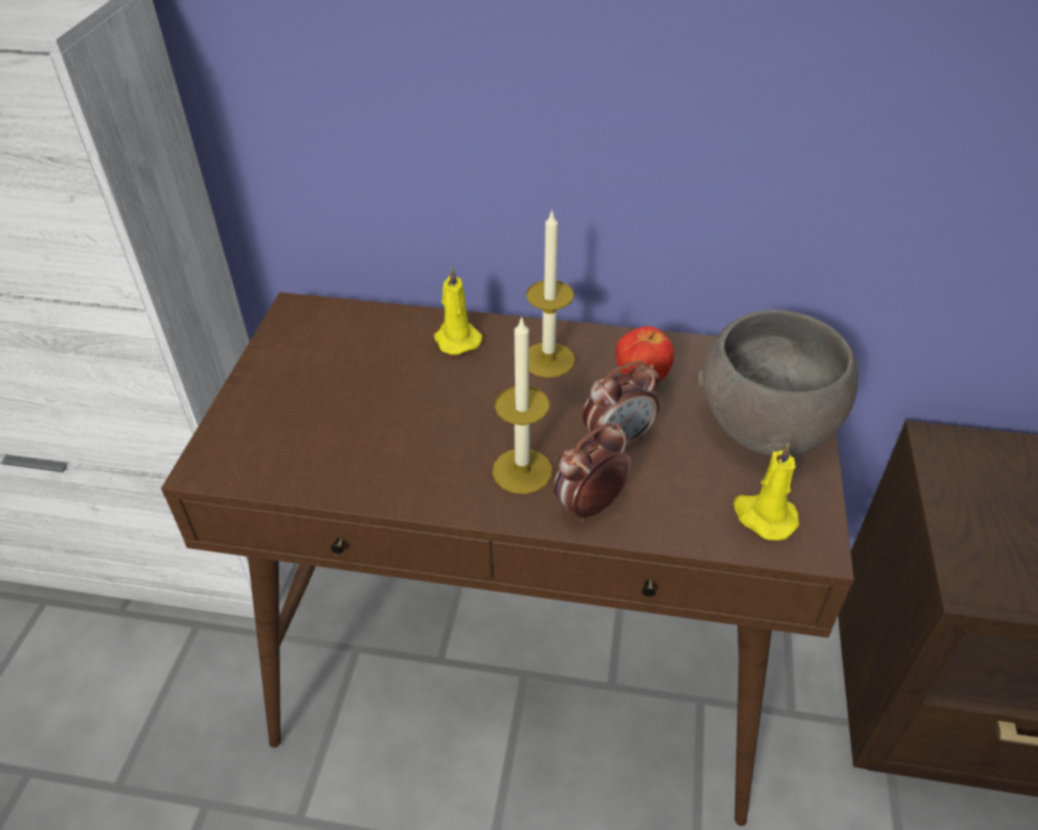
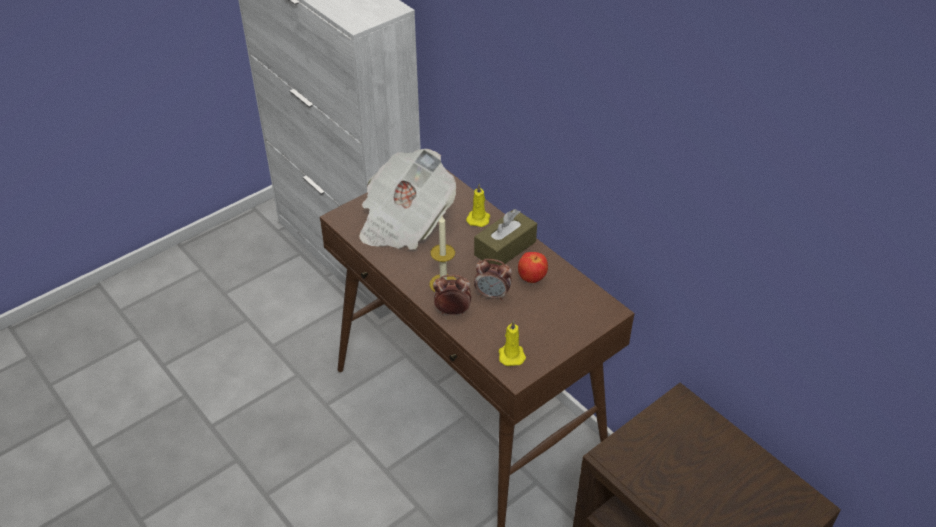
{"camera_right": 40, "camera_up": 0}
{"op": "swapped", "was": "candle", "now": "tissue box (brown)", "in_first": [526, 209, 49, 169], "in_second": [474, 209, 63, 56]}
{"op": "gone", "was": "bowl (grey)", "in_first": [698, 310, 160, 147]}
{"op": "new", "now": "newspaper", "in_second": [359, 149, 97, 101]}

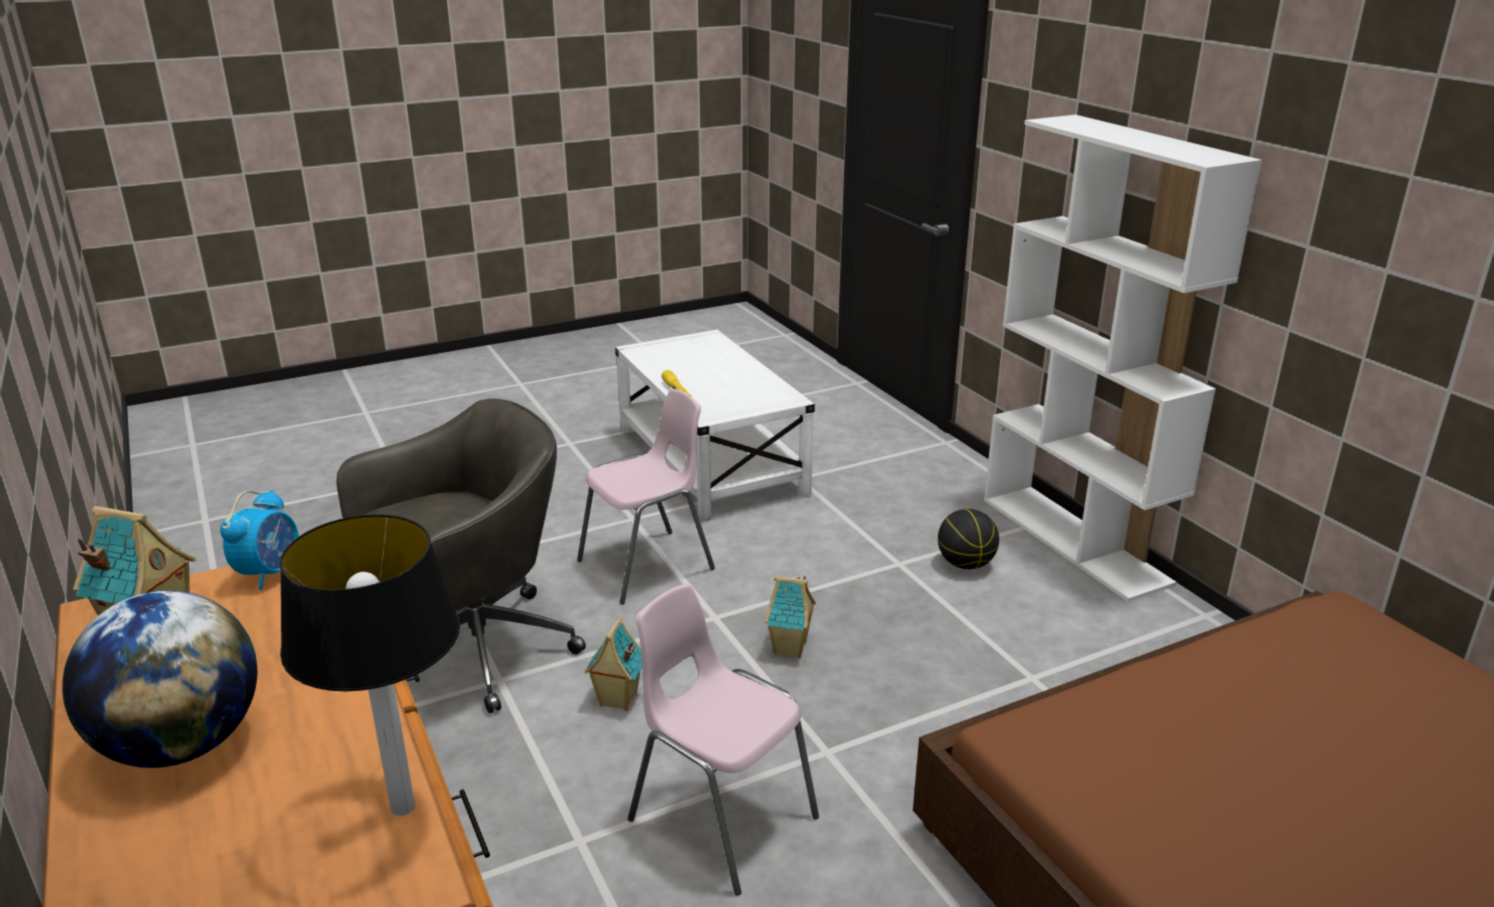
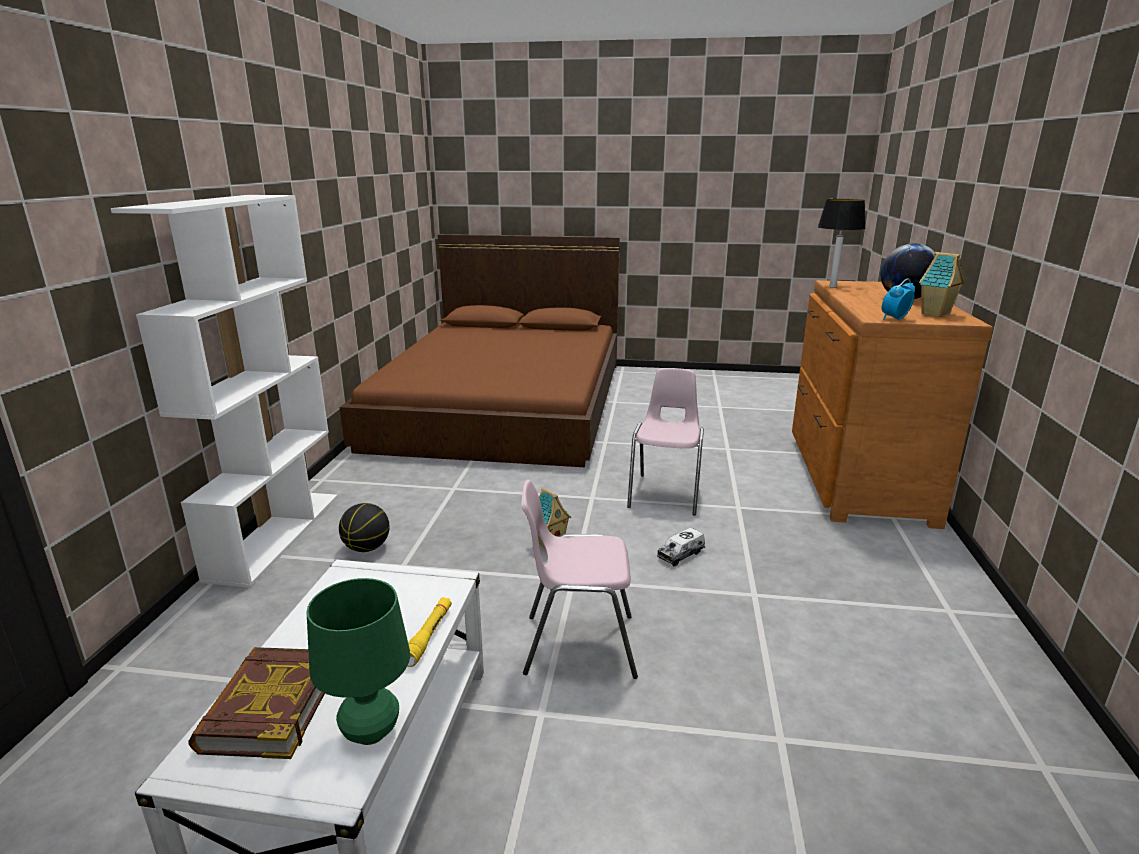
{"camera_right": -145, "camera_up": -5}
{"op": "gone", "was": "office chair (grey)", "in_first": [336, 398, 250, 315]}
{"op": "swapped", "was": "toy house", "now": "toy truck", "in_first": [584, 617, 58, 94], "in_second": [657, 528, 48, 38]}
{"op": "rotated", "was": "chair (pink)", "in_first": [628, 584, 191, 311], "in_second": [627, 368, 77, 148], "clockwise": -150}
{"op": "new", "now": "book", "in_second": [188, 647, 137, 112]}
{"op": "new", "now": "table lamp (green)", "in_second": [307, 578, 103, 167]}

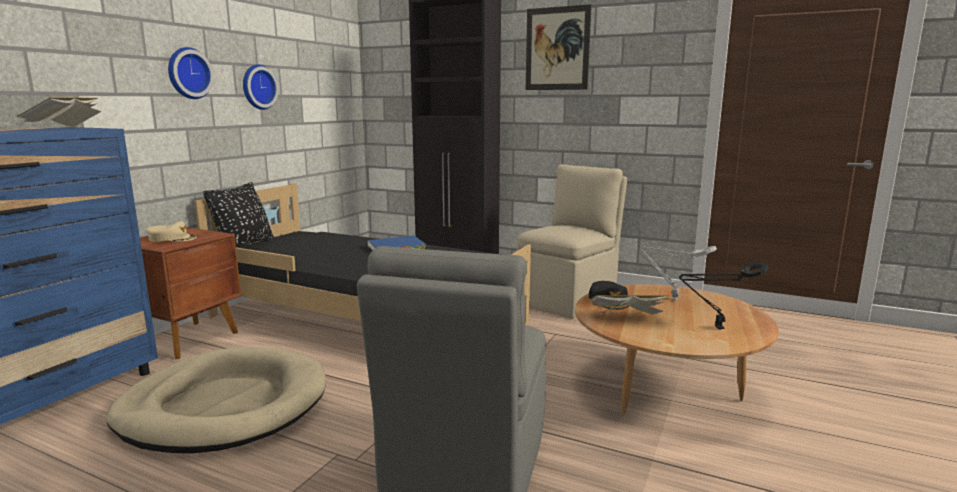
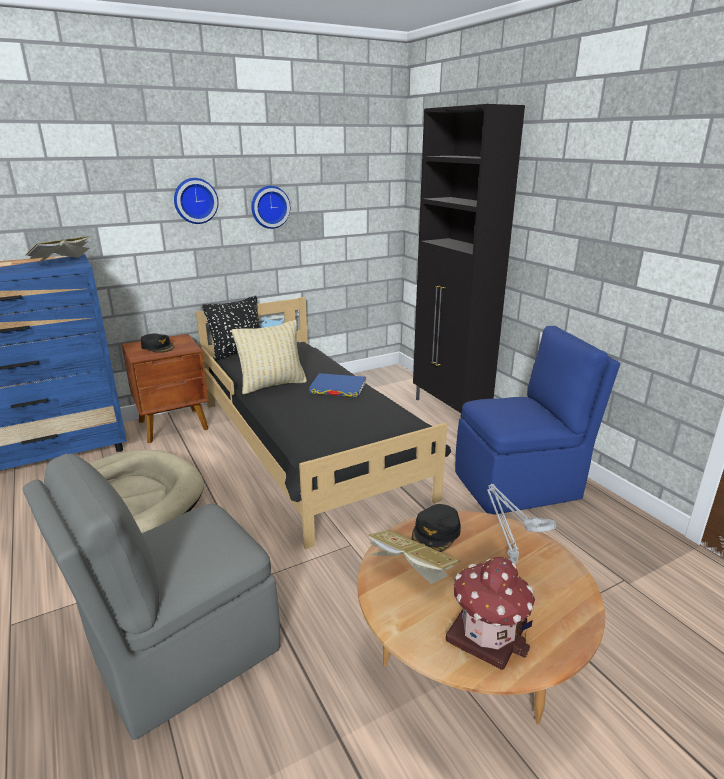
{"camera_right": 35, "camera_up": 10}
{"op": "repainted", "was": "cap (beige)", "now": "cap (black)", "in_first": [146, 221, 50, 21], "in_second": [141, 333, 33, 20]}
{"op": "repainted", "was": "chair (beige)", "now": "chair (blue)", "in_first": [515, 164, 112, 155], "in_second": [455, 326, 165, 189]}
{"op": "gone", "was": "picture", "in_first": [526, 4, 66, 86]}
{"op": "swapped", "was": "table lamp (black)", "now": "toy house", "in_first": [679, 262, 89, 68], "in_second": [446, 557, 89, 113]}
{"op": "new", "now": "pillow (beige)", "in_second": [232, 320, 75, 75]}

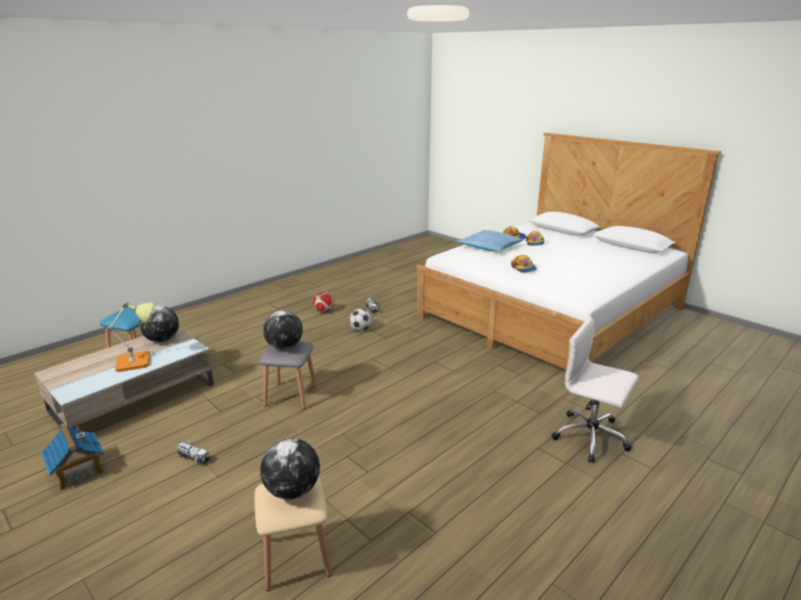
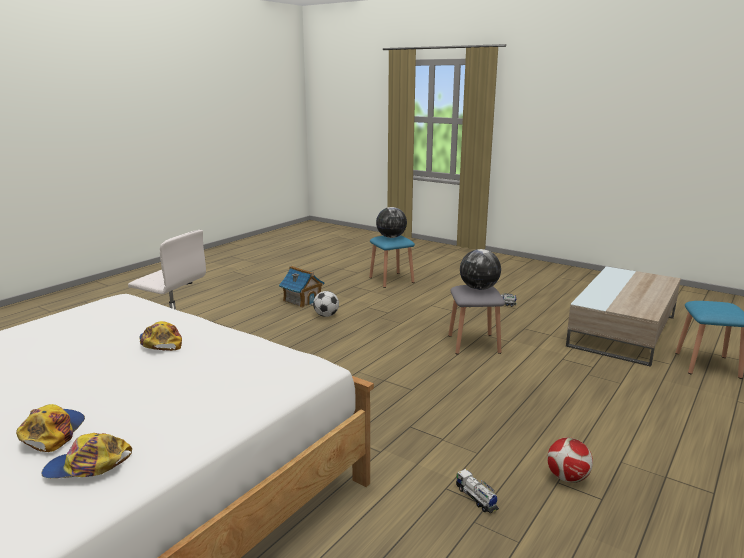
{"camera_right": 170, "camera_up": -5}
{"op": "shifted", "was": "toy house", "in_first": [41, 423, 63, 68], "in_second": [279, 266, 45, 42]}
{"op": "gone", "was": "table lamp", "in_first": [107, 302, 48, 70]}
{"op": "gone", "was": "globe", "in_first": [139, 306, 40, 36]}
{"op": "repainted", "was": "stool (beige)", "now": "stool (blue)", "in_first": [255, 476, 77, 115], "in_second": [369, 235, 46, 53]}
{"op": "shifted", "was": "football", "in_first": [349, 309, 22, 22], "in_second": [313, 291, 26, 26]}
{"op": "gone", "was": "pillow", "in_first": [457, 230, 66, 22]}

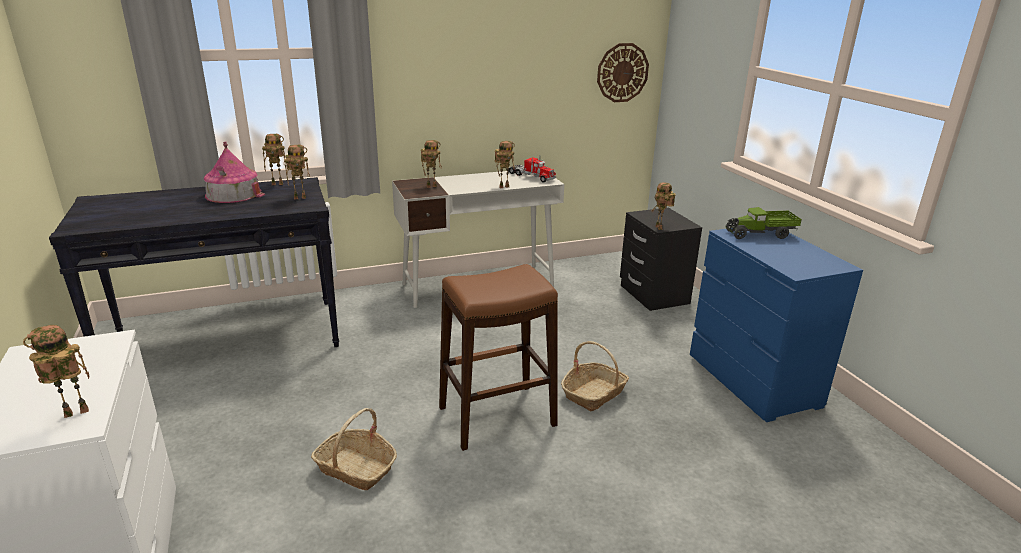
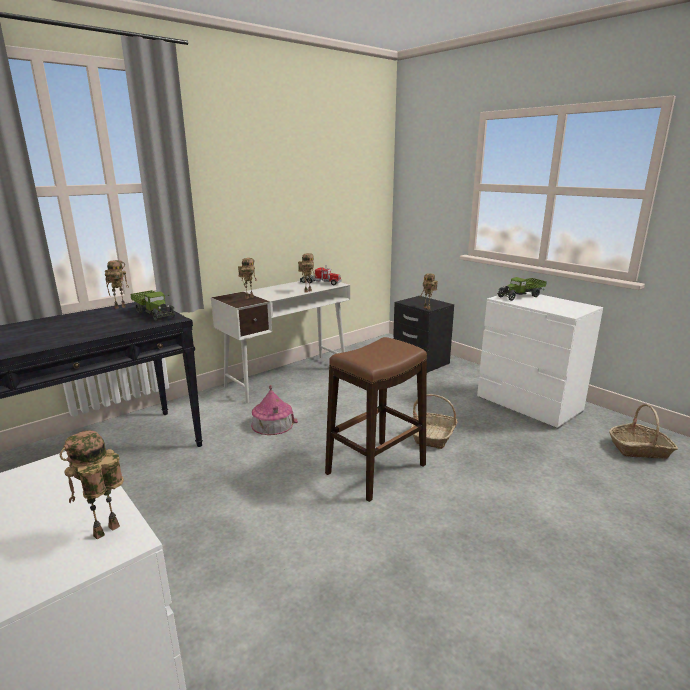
{"camera_right": -20, "camera_up": -5}
{"op": "shifted", "was": "toy house", "in_first": [203, 142, 62, 61], "in_second": [251, 385, 47, 50]}
{"op": "swapped", "was": "toy robot", "now": "toy truck", "in_first": [284, 145, 26, 55], "in_second": [130, 290, 45, 31]}
{"op": "shifted", "was": "basket", "in_first": [311, 408, 86, 82], "in_second": [609, 404, 69, 55]}
{"op": "gone", "was": "wall clock", "in_first": [597, 43, 52, 59]}
{"op": "repainted", "was": "dresser (blue)", "now": "dresser (white)", "in_first": [690, 228, 173, 194], "in_second": [477, 292, 126, 137]}

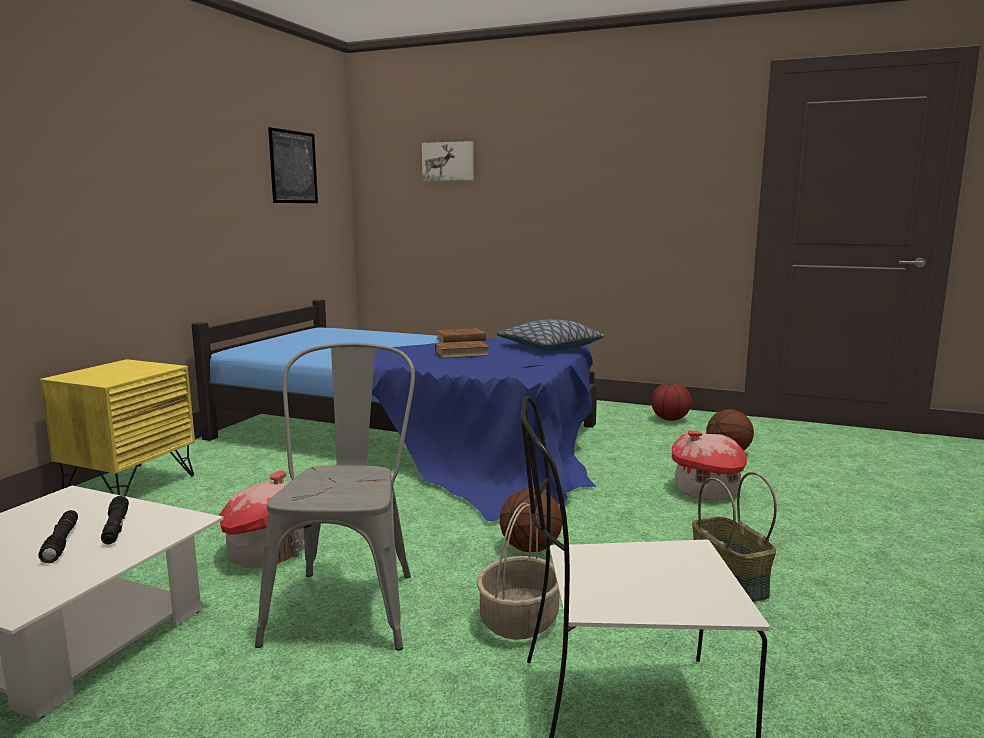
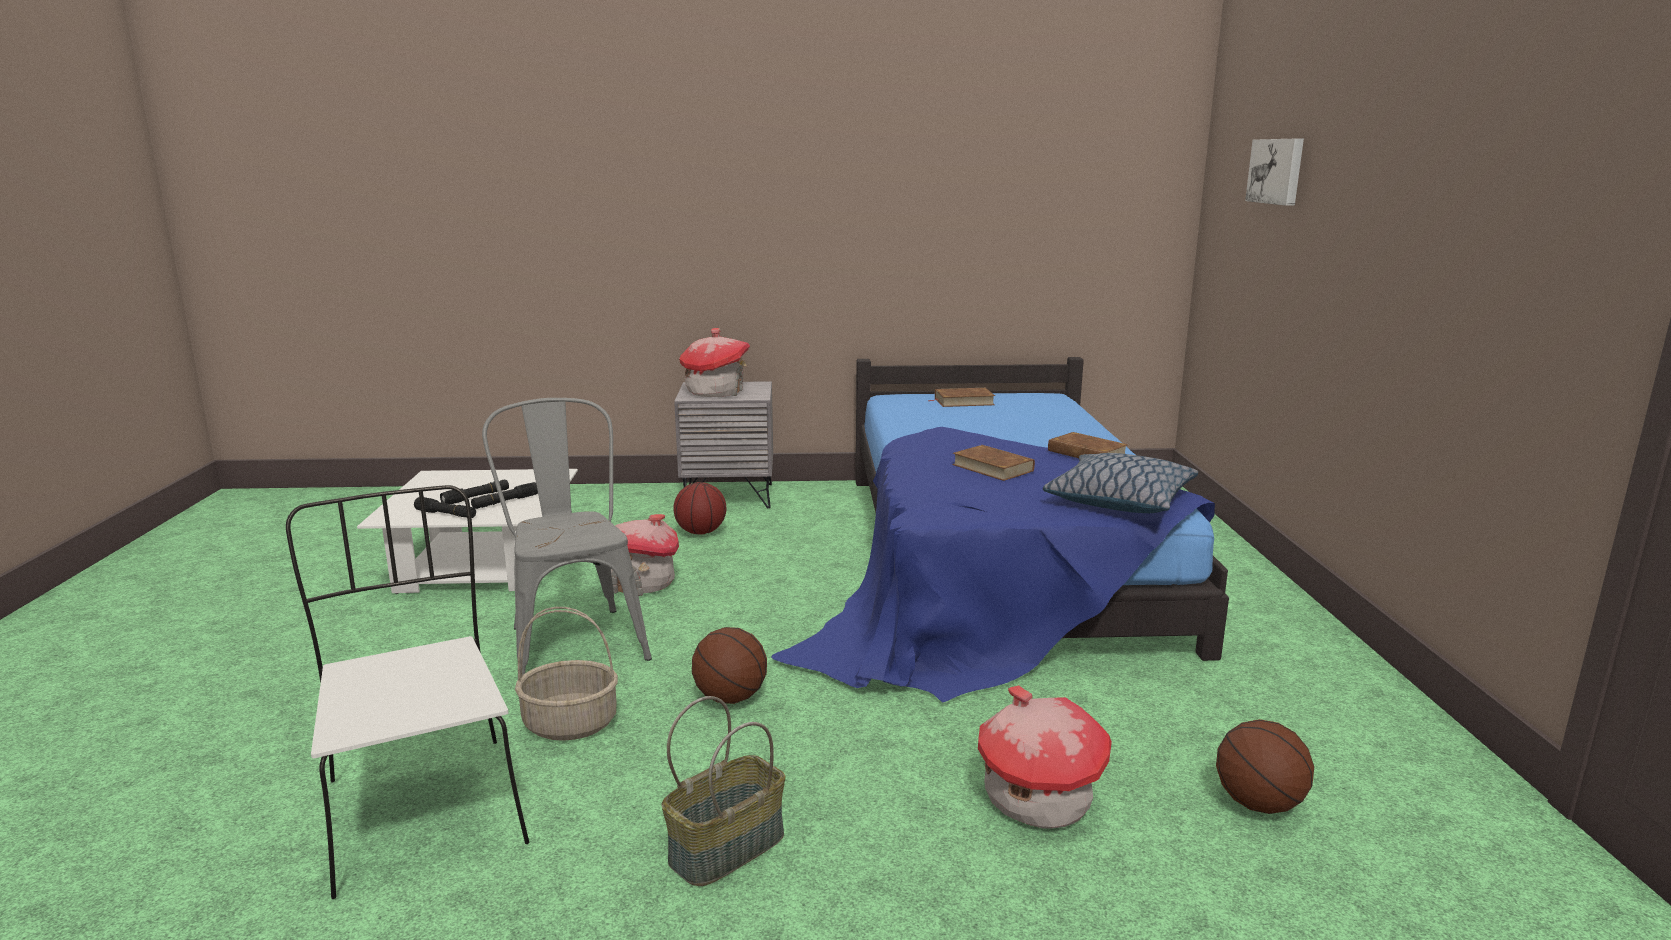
{"camera_right": 65, "camera_up": 5}
{"op": "repainted", "was": "nightstand (yellow)", "now": "nightstand (grey)", "in_first": [40, 359, 155, 137], "in_second": [674, 381, 99, 127]}
{"op": "rotated", "was": "chair (grey)", "in_first": [255, 342, 160, 309], "in_second": [482, 398, 170, 277], "clockwise": -90}
{"op": "gone", "was": "picture", "in_first": [268, 127, 50, 76]}
{"op": "shifted", "was": "basketball", "in_first": [651, 382, 40, 39], "in_second": [673, 482, 53, 53]}
{"op": "new", "now": "flashlight (black)", "in_second": [414, 497, 62, 21]}
{"op": "new", "now": "toy house", "in_second": [679, 328, 71, 69]}
{"op": "new", "now": "book (brown)", "in_second": [927, 388, 68, 19]}

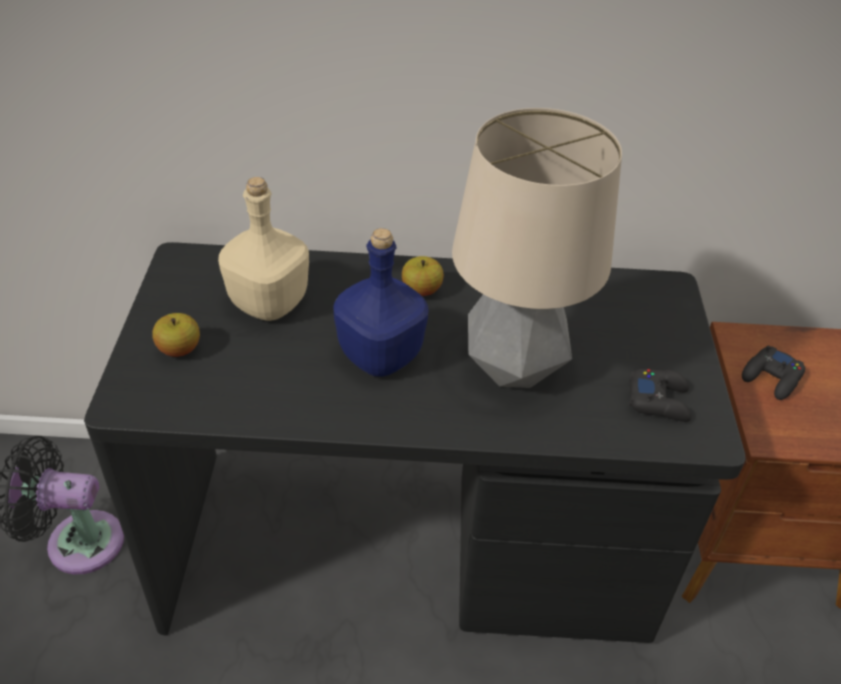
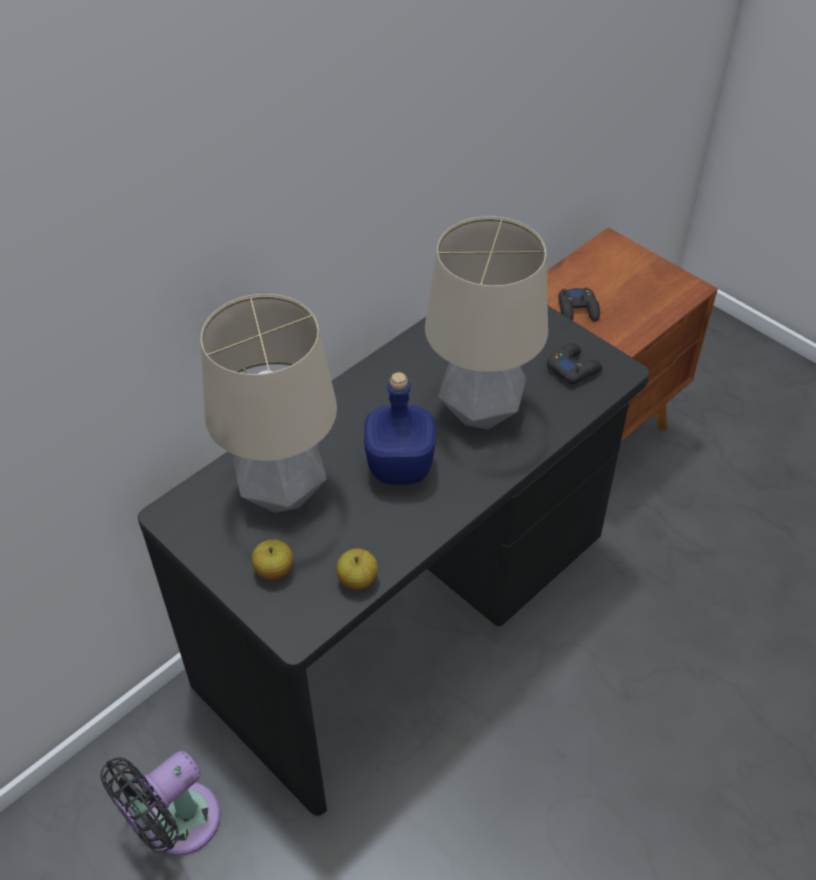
{"camera_right": -45, "camera_up": 5}
{"op": "swapped", "was": "bottle (beige)", "now": "table lamp", "in_first": [218, 177, 91, 144], "in_second": [201, 294, 136, 219]}
{"op": "shifted", "was": "apple", "in_first": [402, 256, 42, 40], "in_second": [336, 549, 42, 41]}

